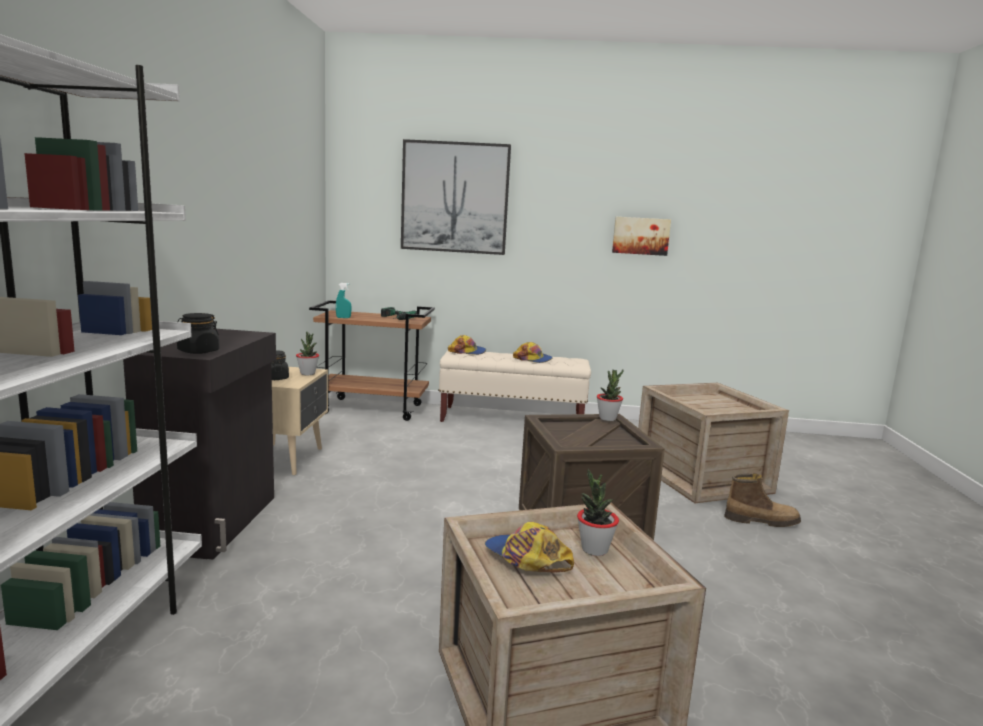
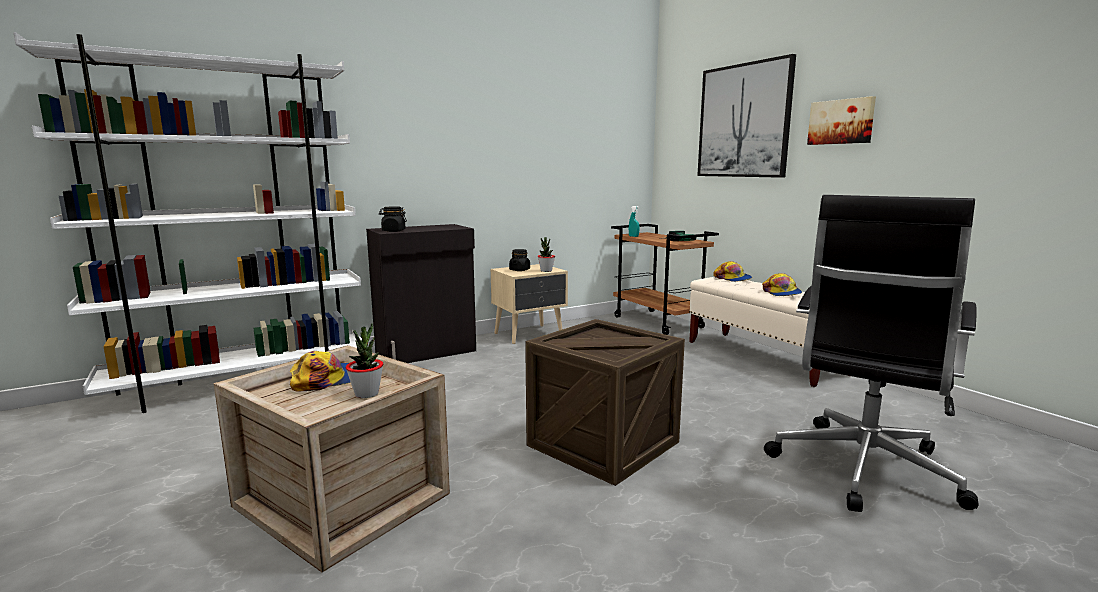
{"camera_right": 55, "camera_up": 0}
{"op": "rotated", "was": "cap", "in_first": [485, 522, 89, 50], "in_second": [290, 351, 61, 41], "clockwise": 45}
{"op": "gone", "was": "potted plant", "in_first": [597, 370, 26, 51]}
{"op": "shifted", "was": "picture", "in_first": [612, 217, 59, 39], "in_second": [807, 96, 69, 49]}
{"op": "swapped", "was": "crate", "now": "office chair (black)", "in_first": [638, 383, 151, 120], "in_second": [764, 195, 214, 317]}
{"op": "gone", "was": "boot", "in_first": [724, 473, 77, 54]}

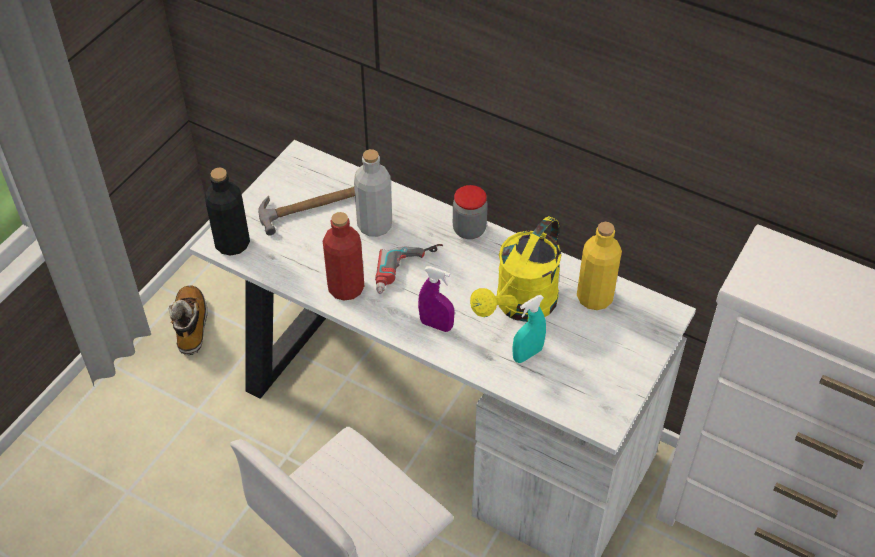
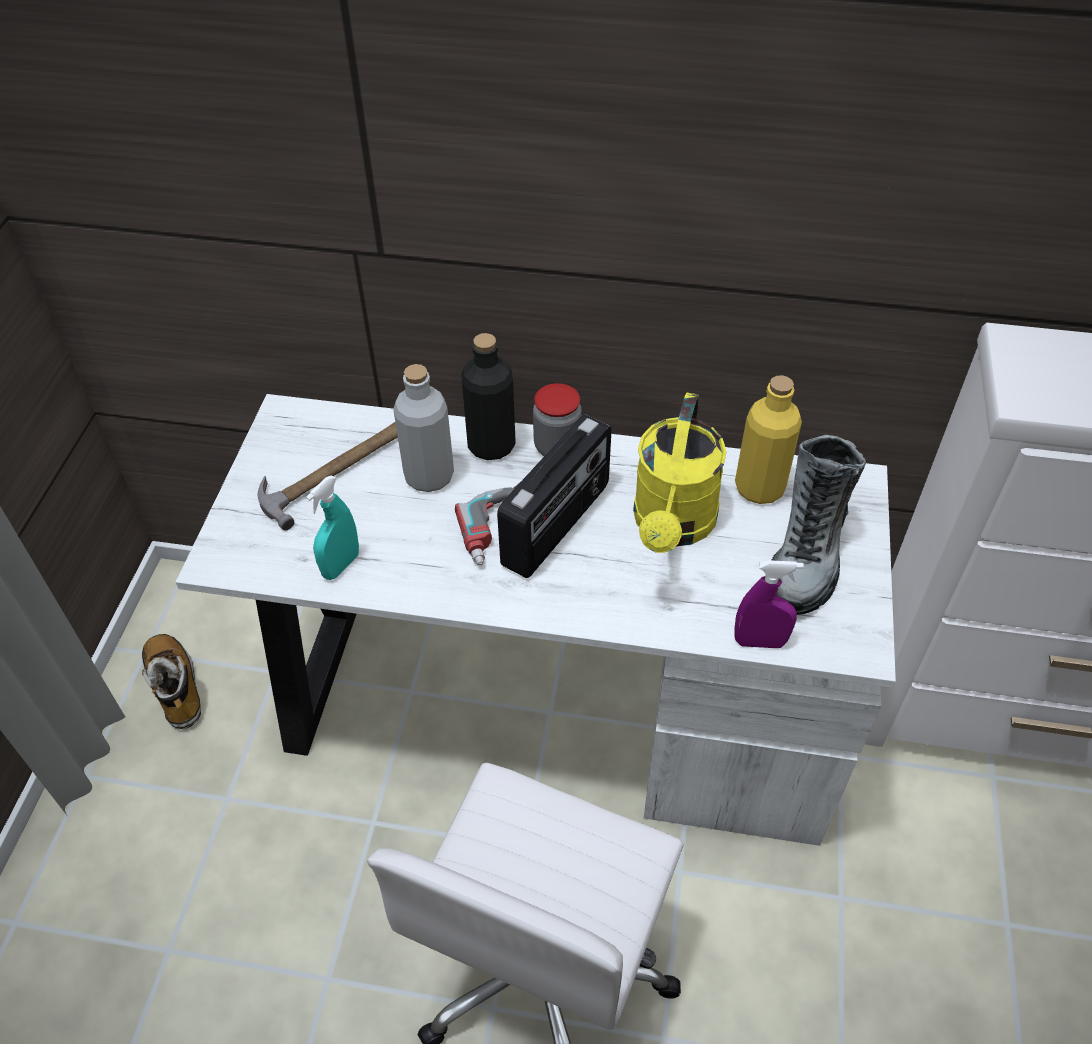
{"camera_right": -20, "camera_up": 0}
{"op": "shifted", "was": "bottle (black)", "in_first": [204, 167, 46, 89], "in_second": [461, 333, 55, 127]}
{"op": "gone", "was": "bottle (red)", "in_first": [323, 212, 41, 89]}
{"op": "shifted", "was": "spray bottle (purple)", "in_first": [418, 266, 37, 66], "in_second": [734, 560, 70, 88]}
{"op": "shifted", "was": "spray bottle (turquoise)", "in_first": [513, 295, 33, 68], "in_second": [305, 476, 54, 104]}
{"op": "new", "now": "radio", "in_second": [497, 414, 115, 164]}
{"op": "new", "now": "boot", "in_second": [771, 435, 95, 180]}

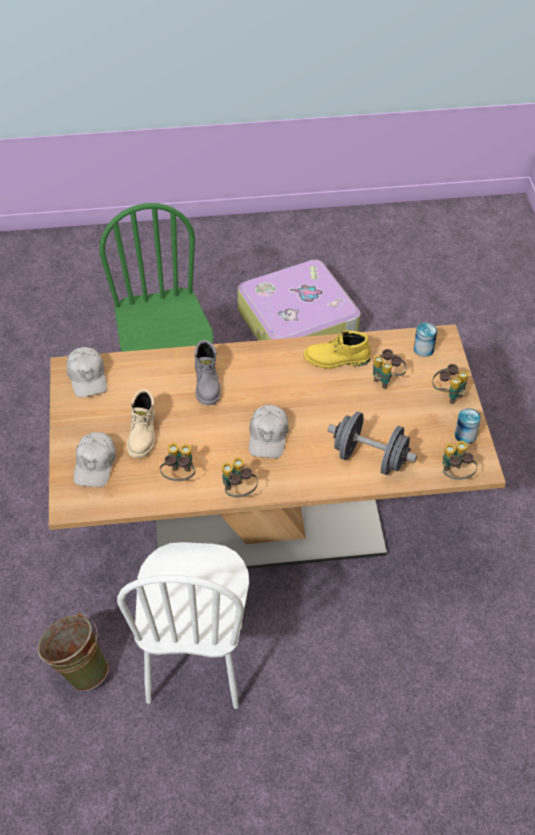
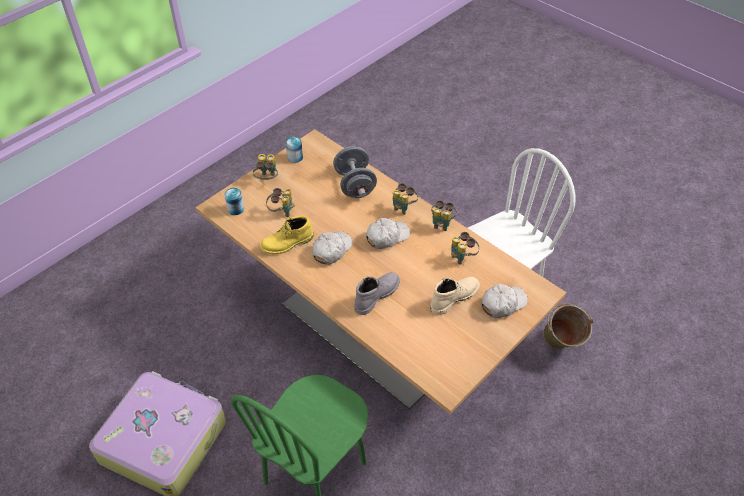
{"camera_right": -130, "camera_up": 0}
{"op": "shifted", "was": "cap (white)", "in_first": [67, 347, 40, 50], "in_second": [313, 231, 40, 34]}
{"op": "rotated", "was": "boot (yellow)", "in_first": [303, 330, 68, 39], "in_second": [260, 216, 53, 38], "clockwise": 105}
{"op": "shifted", "was": "binoculars", "in_first": [443, 441, 35, 39], "in_second": [393, 183, 25, 32]}

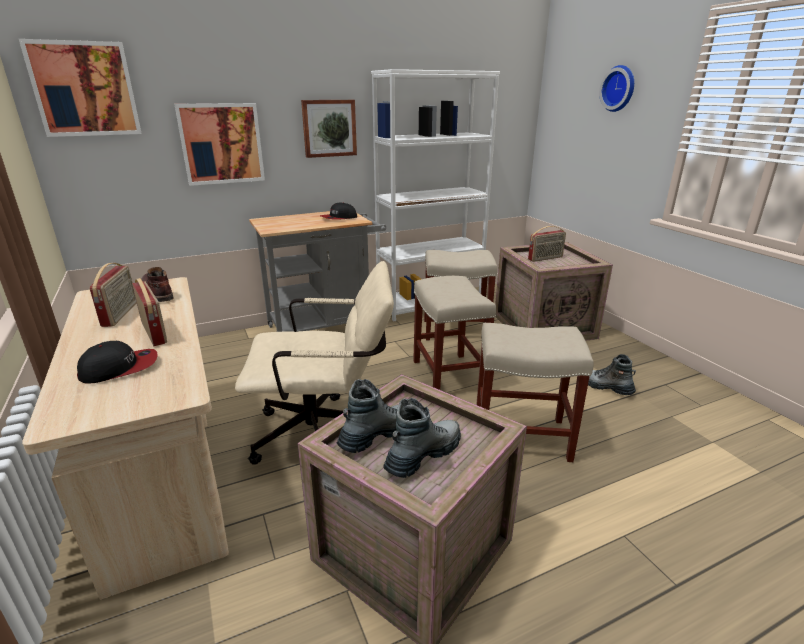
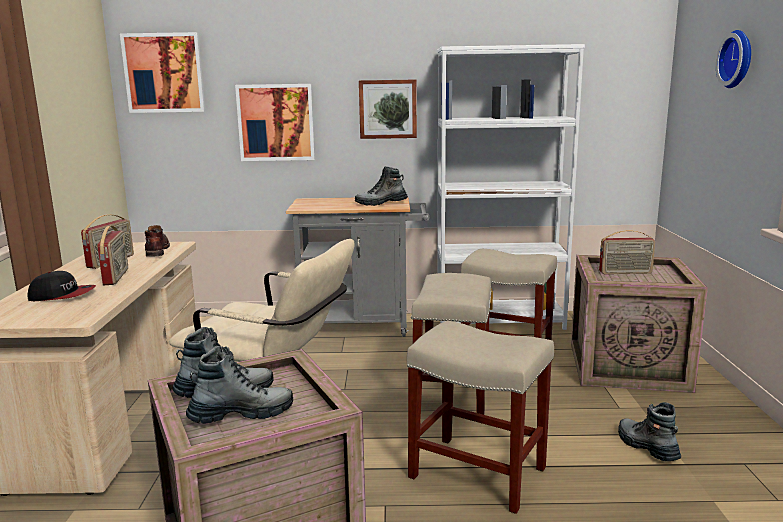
{"camera_right": 25, "camera_up": -10}
{"op": "swapped", "was": "cap", "now": "boot", "in_first": [320, 202, 37, 18], "in_second": [355, 166, 53, 40]}

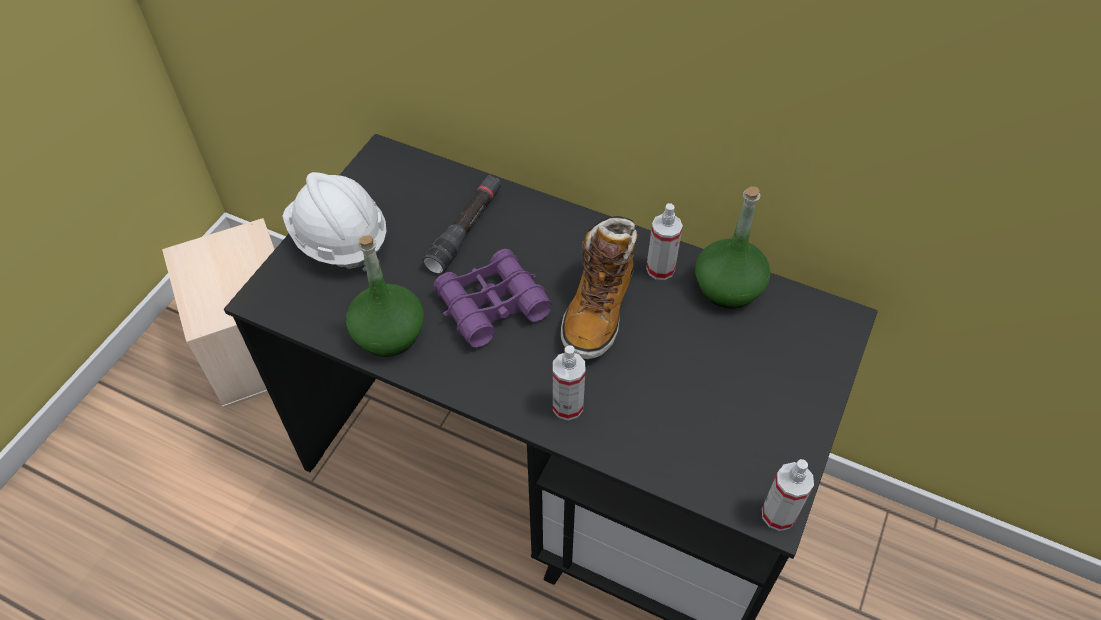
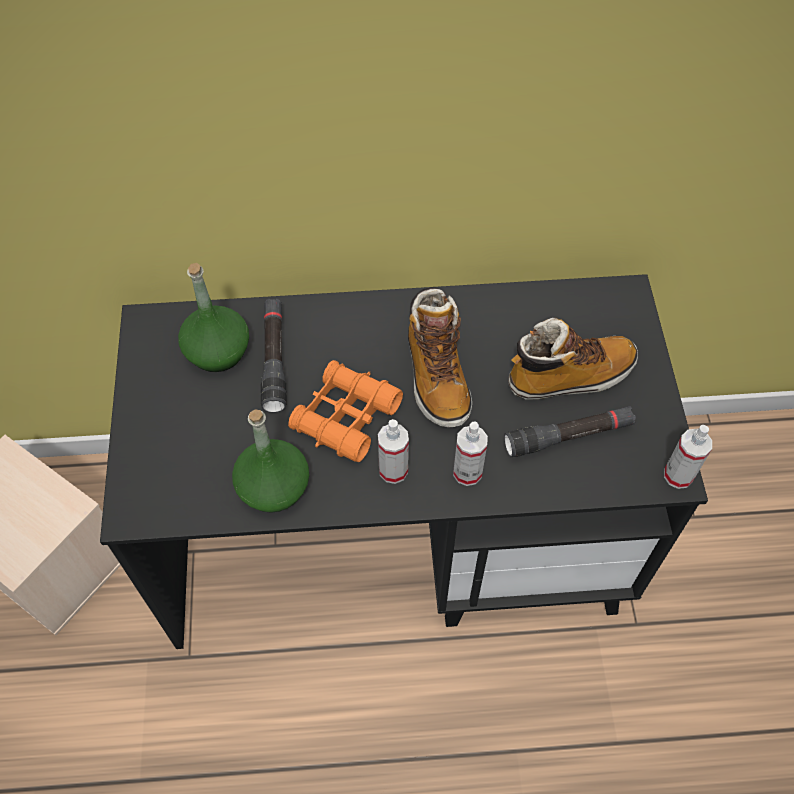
{"camera_right": -30, "camera_up": 5}
{"op": "gone", "was": "hard hat (white)", "in_first": [283, 172, 103, 100]}
{"op": "repainted", "was": "binoculars (purple)", "now": "binoculars (orange)", "in_first": [433, 249, 119, 98], "in_second": [288, 360, 115, 102]}
{"op": "shifted", "was": "spray bottle", "in_first": [646, 203, 37, 77], "in_second": [378, 419, 31, 65]}
{"op": "shifted", "was": "bottle (green)", "in_first": [695, 186, 75, 123], "in_second": [178, 263, 71, 109]}
{"op": "new", "now": "flashlight (black)", "in_second": [504, 406, 132, 51]}
{"op": "new", "now": "boot", "in_second": [508, 318, 130, 82]}

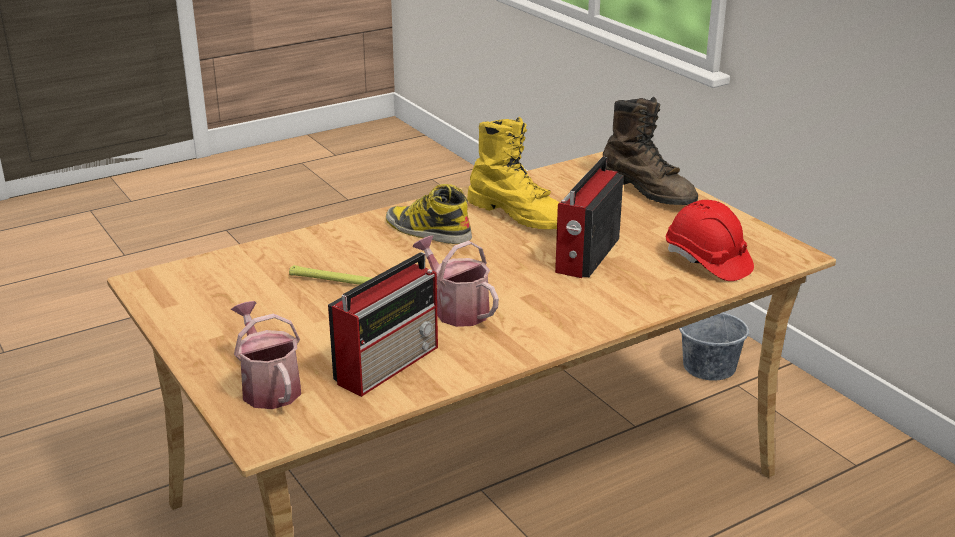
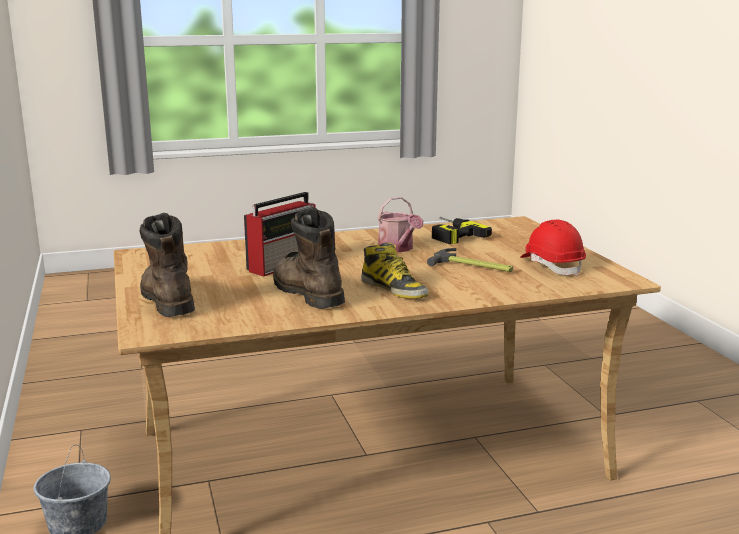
{"camera_right": -165, "camera_up": -10}
{"op": "gone", "was": "watering can", "in_first": [231, 301, 70, 108]}
{"op": "swapped", "was": "radio", "now": "power drill", "in_first": [328, 252, 110, 145], "in_second": [432, 217, 60, 27]}
{"op": "repainted", "was": "boot (yellow)", "now": "boot (brown)", "in_first": [467, 117, 92, 112], "in_second": [273, 207, 72, 102]}
{"op": "shifted", "was": "hard hat (red)", "in_first": [666, 200, 88, 81], "in_second": [520, 220, 66, 57]}

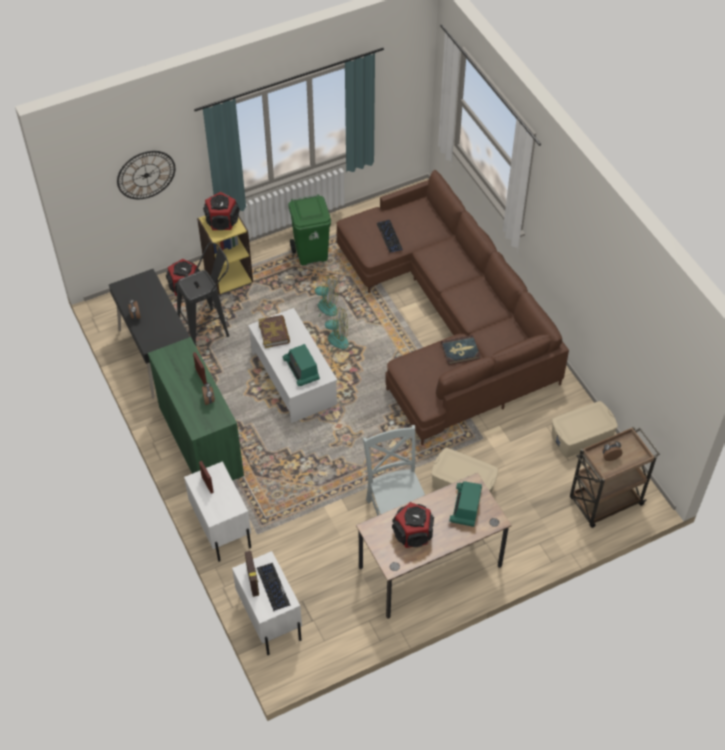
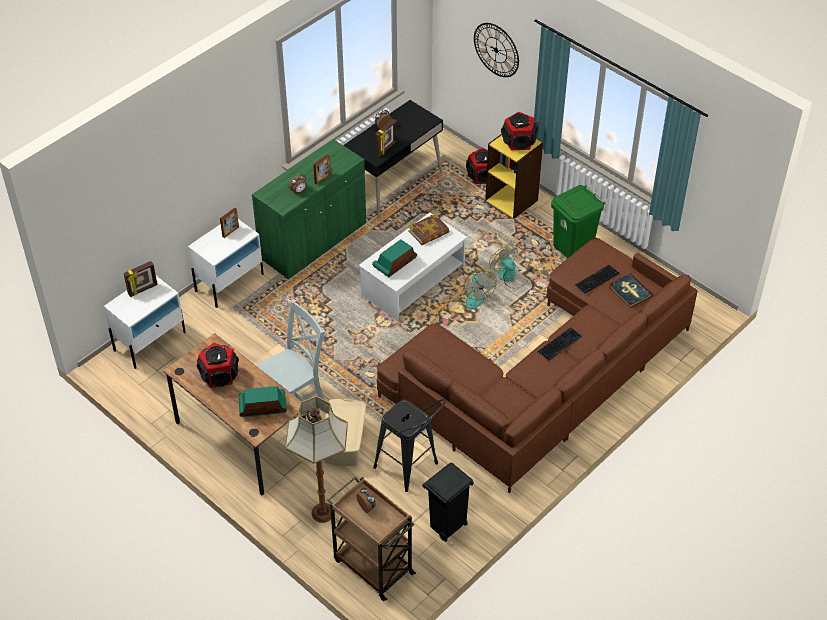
{"camera_right": 70, "camera_up": -5}
{"op": "shifted", "was": "stool (black)", "in_first": [177, 242, 52, 104], "in_second": [373, 399, 73, 93]}
{"op": "shifted", "was": "keyboard", "in_first": [257, 563, 34, 48], "in_second": [537, 327, 45, 34]}
{"op": "rotated", "was": "fan", "in_first": [306, 275, 32, 42], "in_second": [489, 244, 33, 45], "clockwise": 150}
{"op": "shifted", "was": "book", "in_first": [441, 335, 39, 30], "in_second": [609, 273, 44, 35]}
{"op": "swapped", "was": "storage box (beige)", "now": "trash can (black)", "in_first": [552, 401, 66, 56], "in_second": [422, 462, 52, 80]}
{"op": "new", "now": "floor lamp", "in_second": [285, 396, 63, 127]}
{"op": "new", "now": "picture frame", "in_second": [375, 119, 22, 38]}

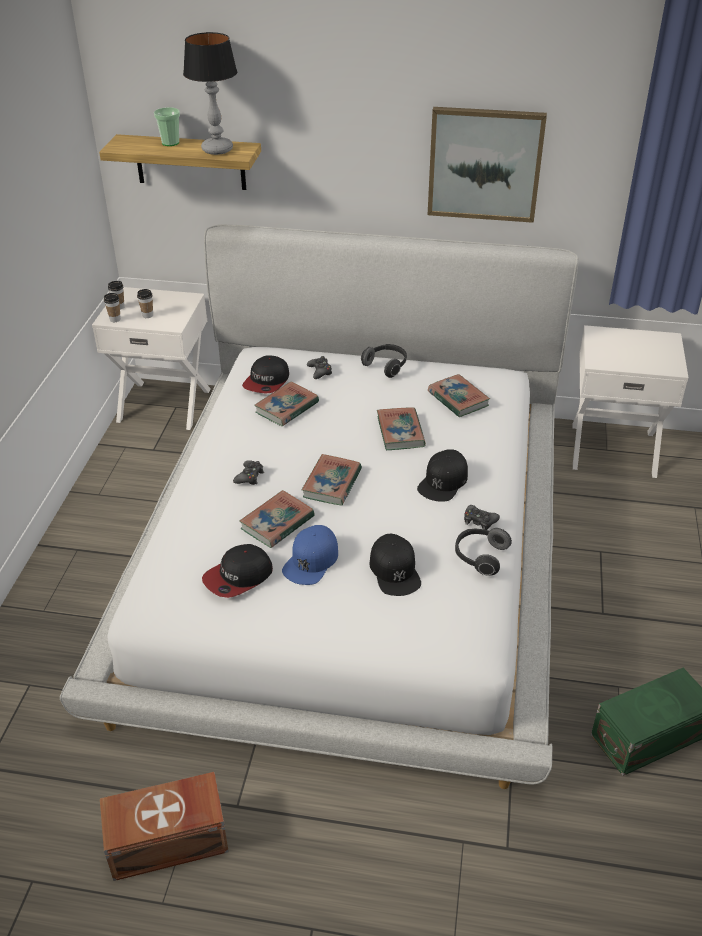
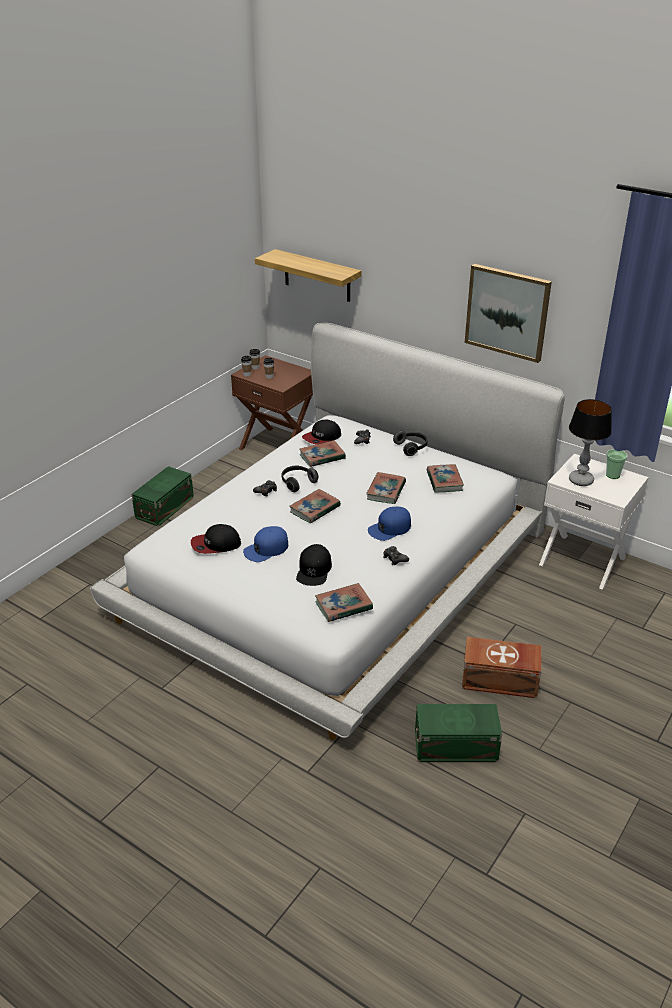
{"camera_right": 25, "camera_up": -5}
{"op": "repainted", "was": "nightstand (white)", "now": "nightstand (brown)", "in_first": [92, 287, 119, 143], "in_second": [231, 355, 82, 95]}
{"op": "shifted", "was": "storage box (brown)", "in_first": [100, 772, 129, 109], "in_second": [462, 637, 80, 61]}
{"op": "shifted", "was": "cup", "in_first": [154, 107, 26, 39], "in_second": [606, 449, 22, 30]}
{"op": "shifted", "was": "table lamp", "in_first": [183, 32, 54, 123], "in_second": [569, 399, 43, 87]}
{"op": "shifted", "was": "book", "in_first": [239, 490, 76, 58], "in_second": [315, 583, 58, 39]}
{"op": "repainted", "was": "cap (black)", "now": "cap (blue)", "in_first": [417, 449, 51, 53], "in_second": [368, 507, 43, 34]}
{"op": "shifted", "was": "headphones", "in_first": [455, 528, 57, 48], "in_second": [281, 465, 38, 27]}
{"op": "new", "now": "storage box (green)", "in_second": [131, 466, 63, 61]}

